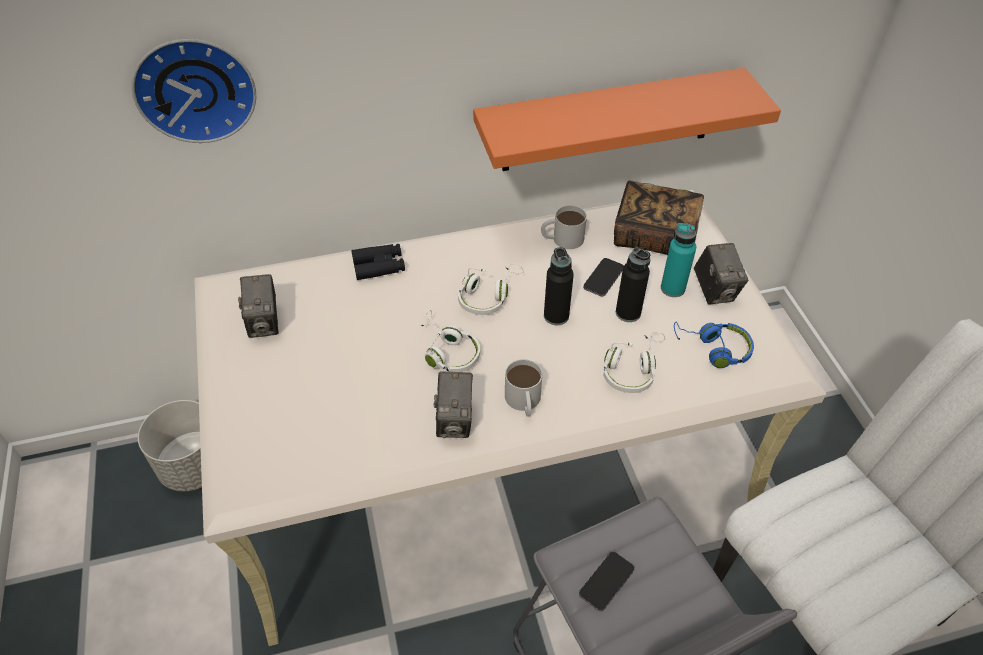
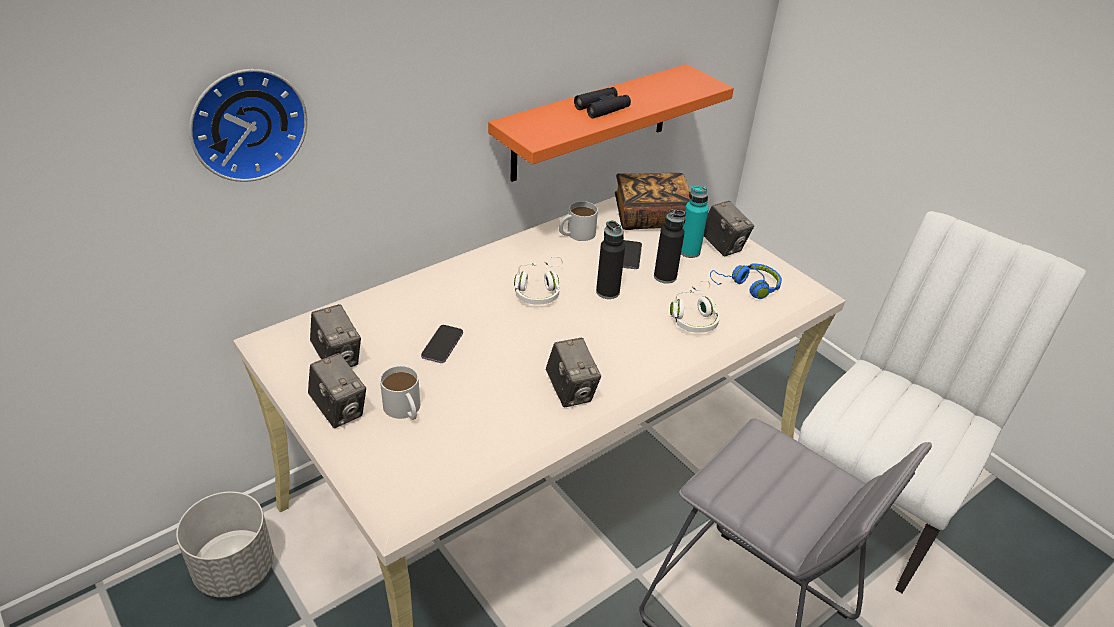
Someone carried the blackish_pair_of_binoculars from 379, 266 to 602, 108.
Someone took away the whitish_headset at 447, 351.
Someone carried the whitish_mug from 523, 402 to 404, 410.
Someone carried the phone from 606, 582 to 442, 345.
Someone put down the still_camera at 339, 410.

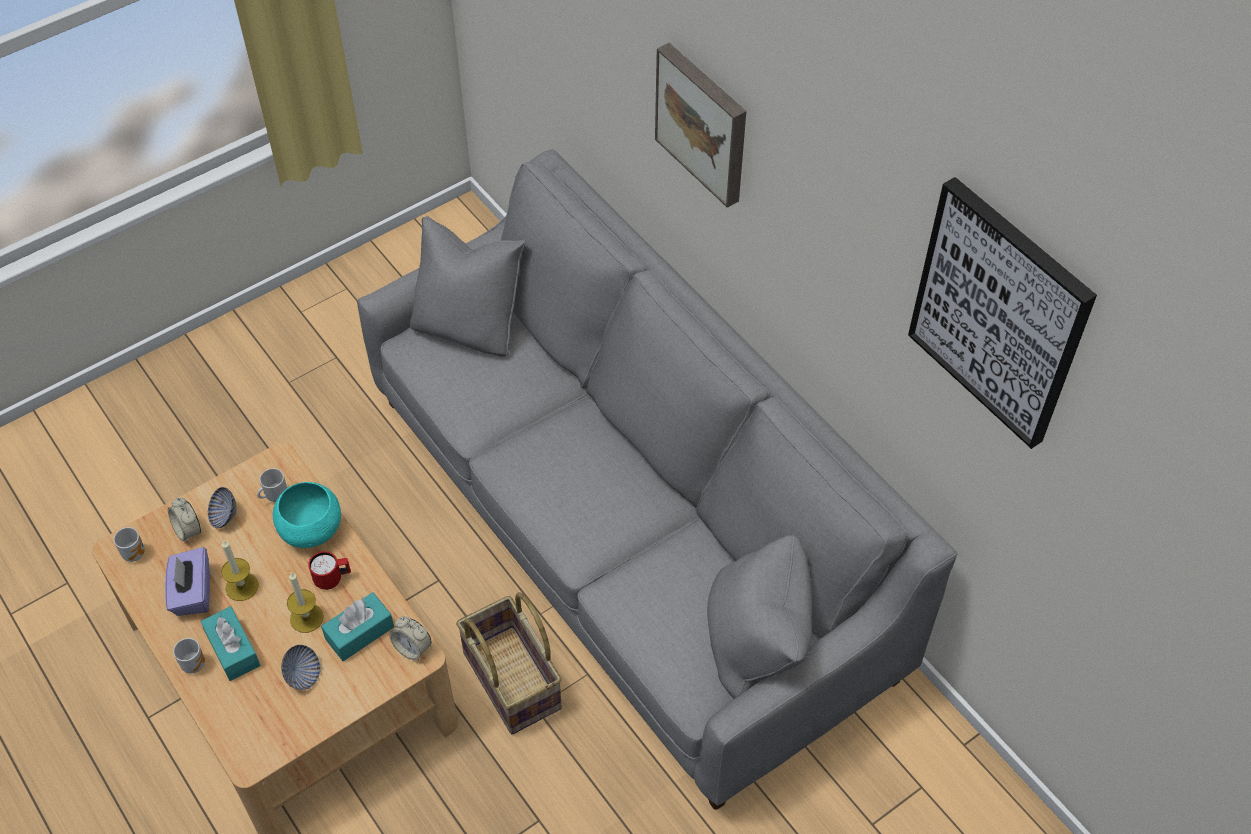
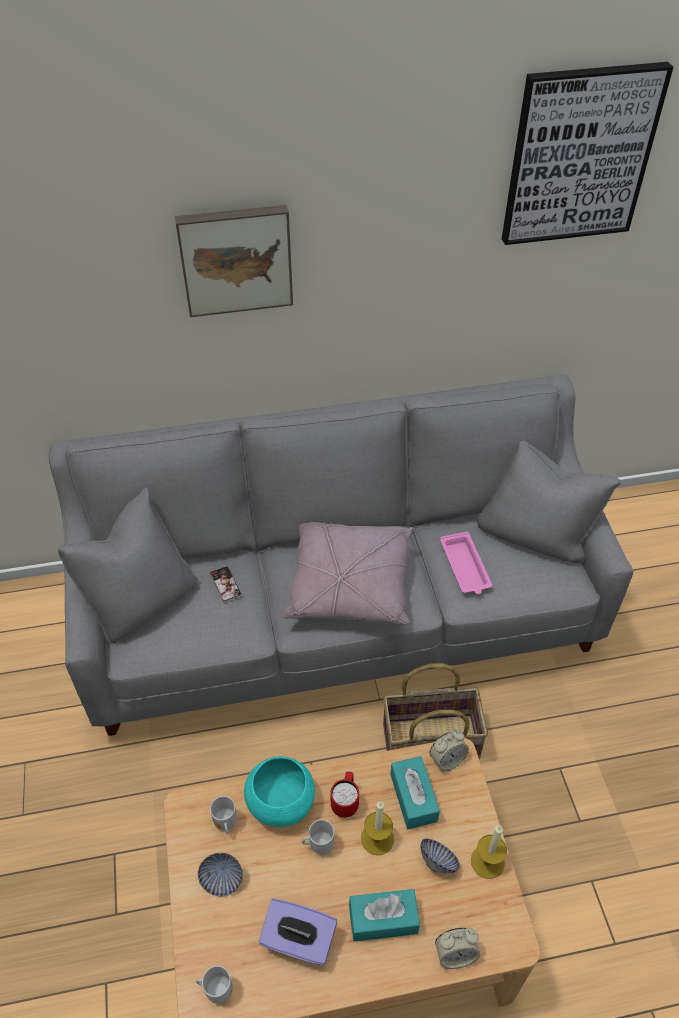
Someone carried the alarm_clock from 188, 531 to 455, 954.
Someone carried the mug from 194, 663 to 319, 844.
Someone carried the wax_candle from 242, 586 to 487, 861.
Someone put down the phone at 225, 584.
Someone put down the purple-coloured_pillow at 349, 584.
Someone put down the pink-coloured_serving_tray at 465, 567.

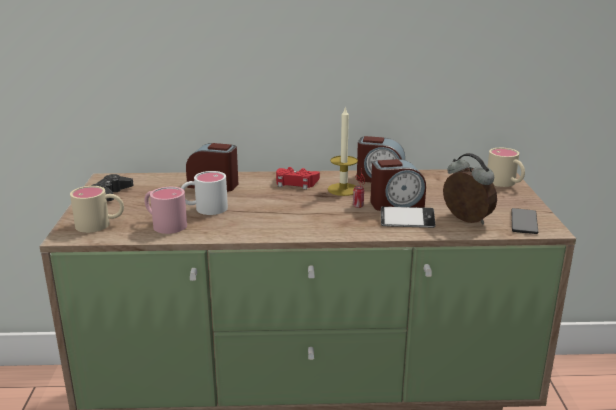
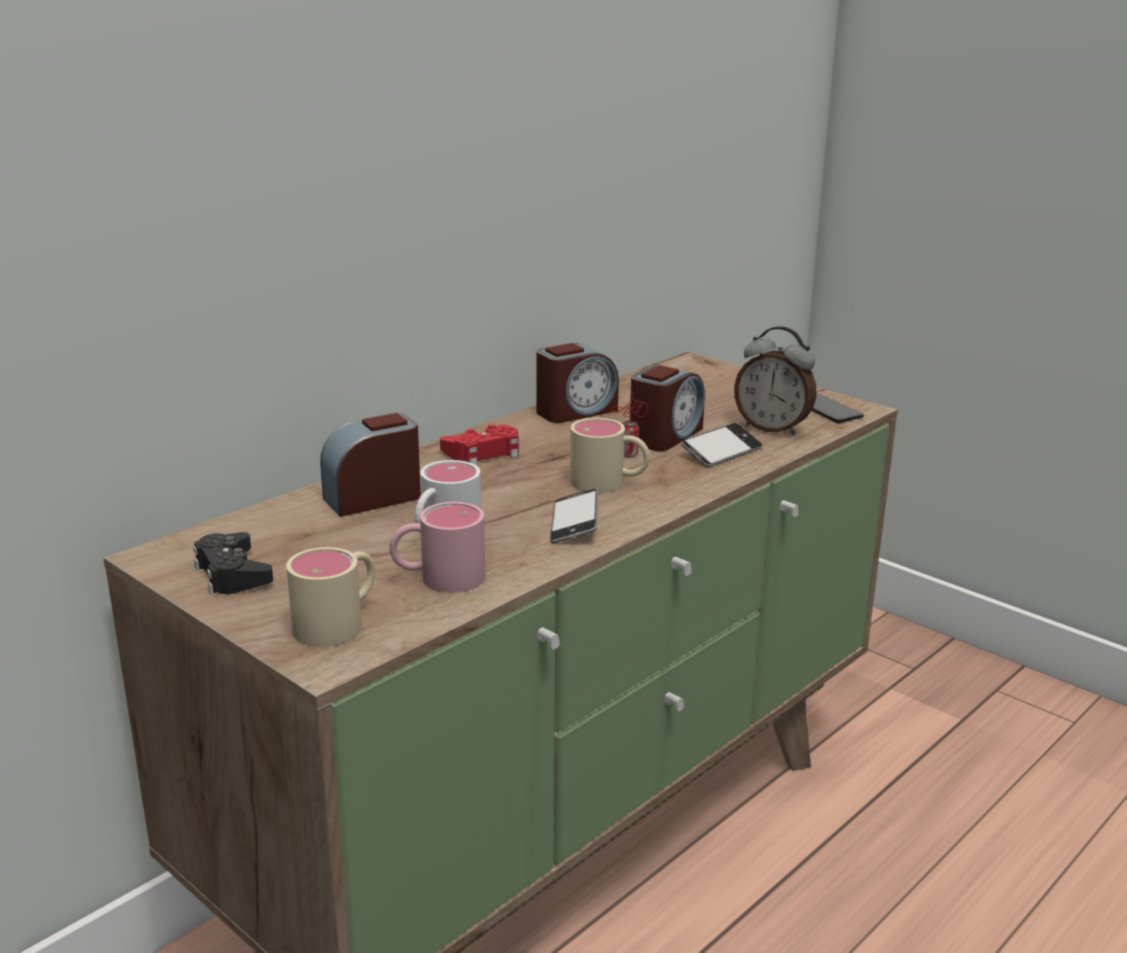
Someone took away the wax_candle at 343, 189.
Someone rotated the alarm_clock at 465, 220 by 150 degrees counterclockwise.
Someone carried the beige-coloured_mug from 505, 183 to 609, 483.
Someone put down the phone at 574, 524.

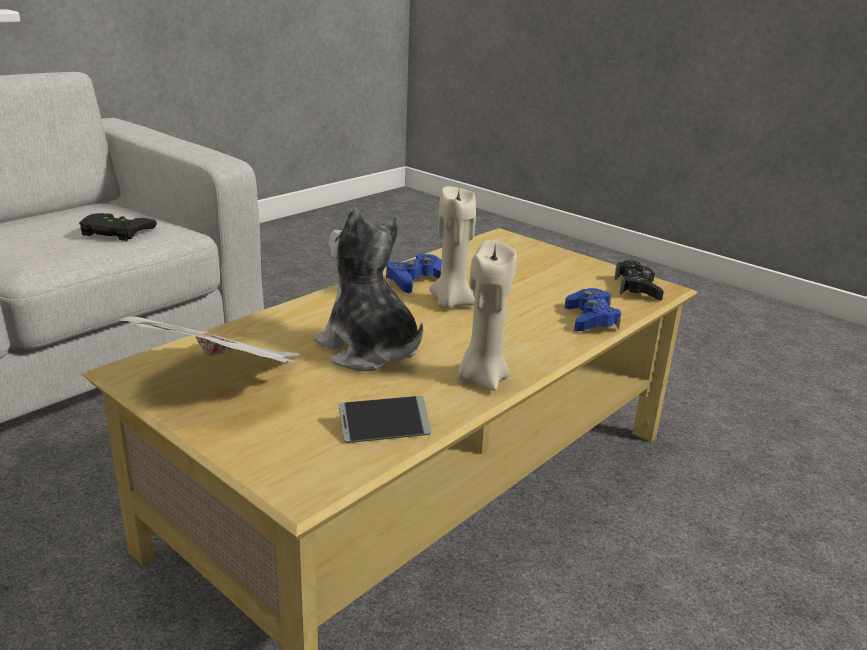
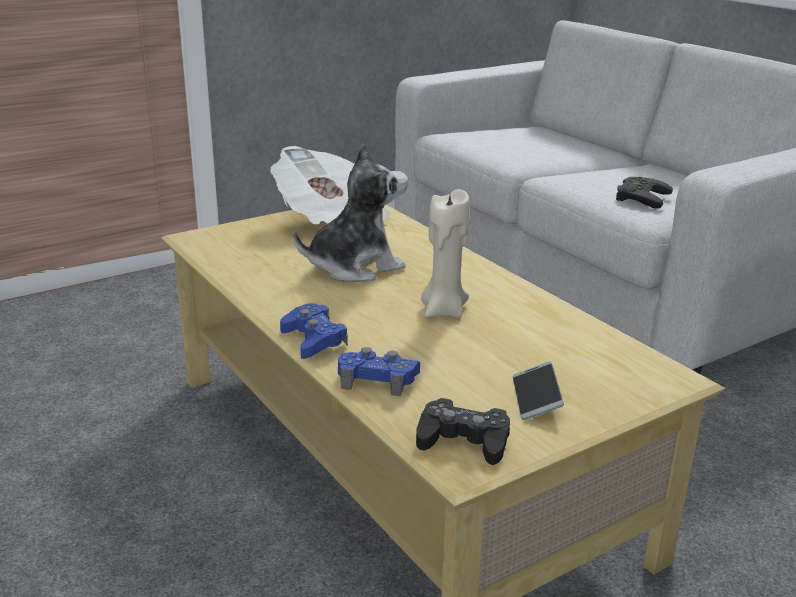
Someone carried the phone from 384, 427 to 536, 398.
Someone carried the bluish_gamepad from 416, 280 to 313, 339.
Someone took away the beige-coloured_wax_candle at 482, 378.

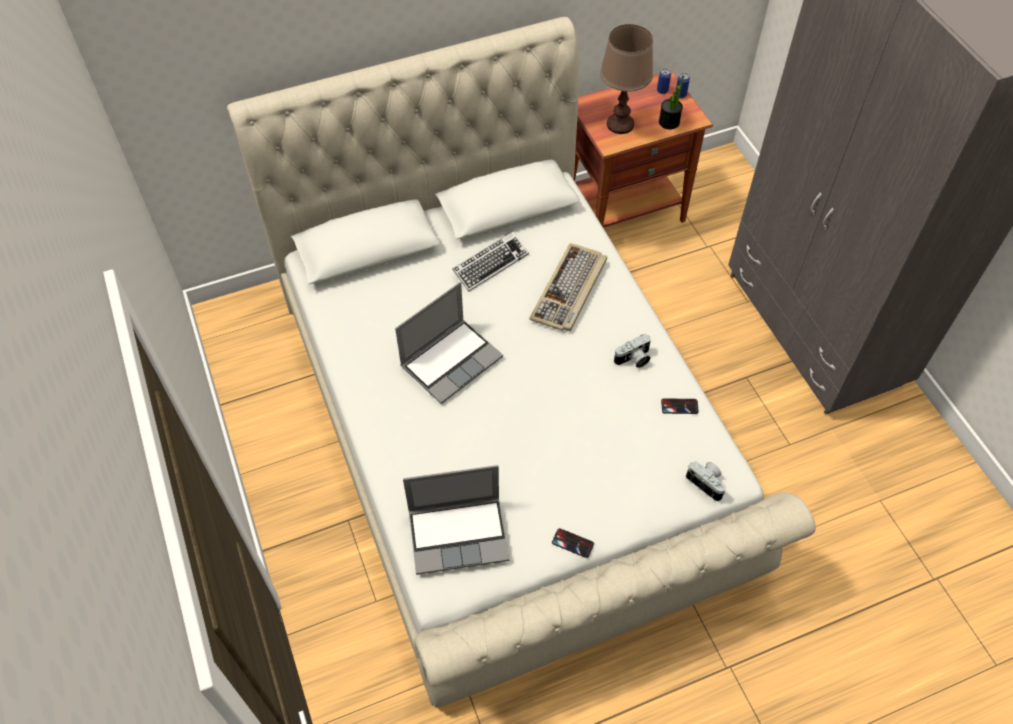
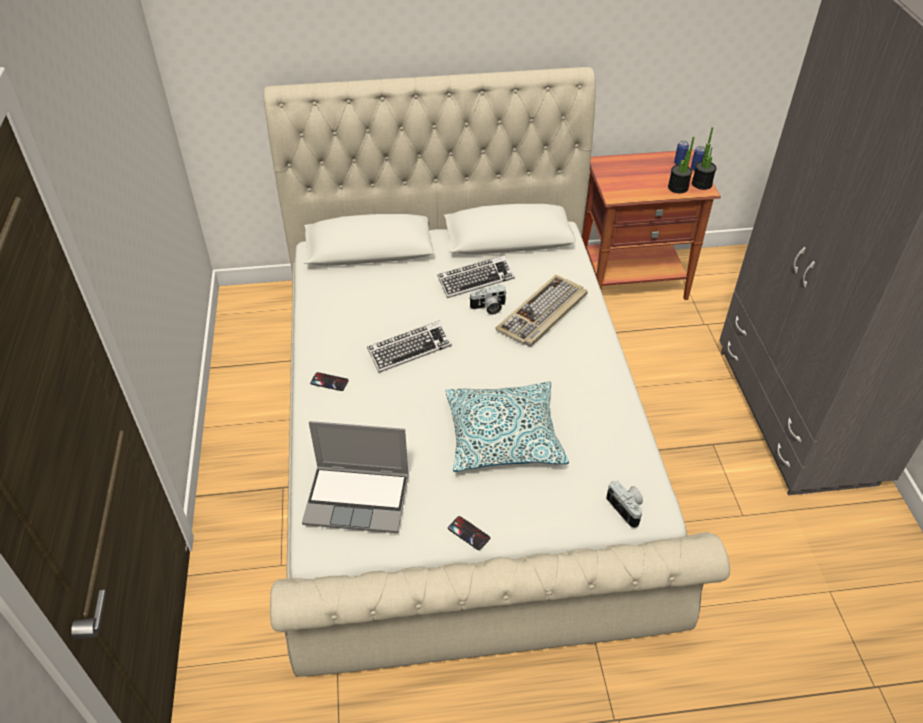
Someone swapped the portable_computer at 451, 360 for the keyboard at 409, 350.
Someone took away the brownish_lamp_for_a_table at 620, 124.
Someone carried the still_camera from 633, 359 to 488, 308.
Someone carried the phone from 679, 406 to 329, 382.
Someone put down the pillow at 504, 436.
Someone put down the plant_in_a_pot at 701, 184.

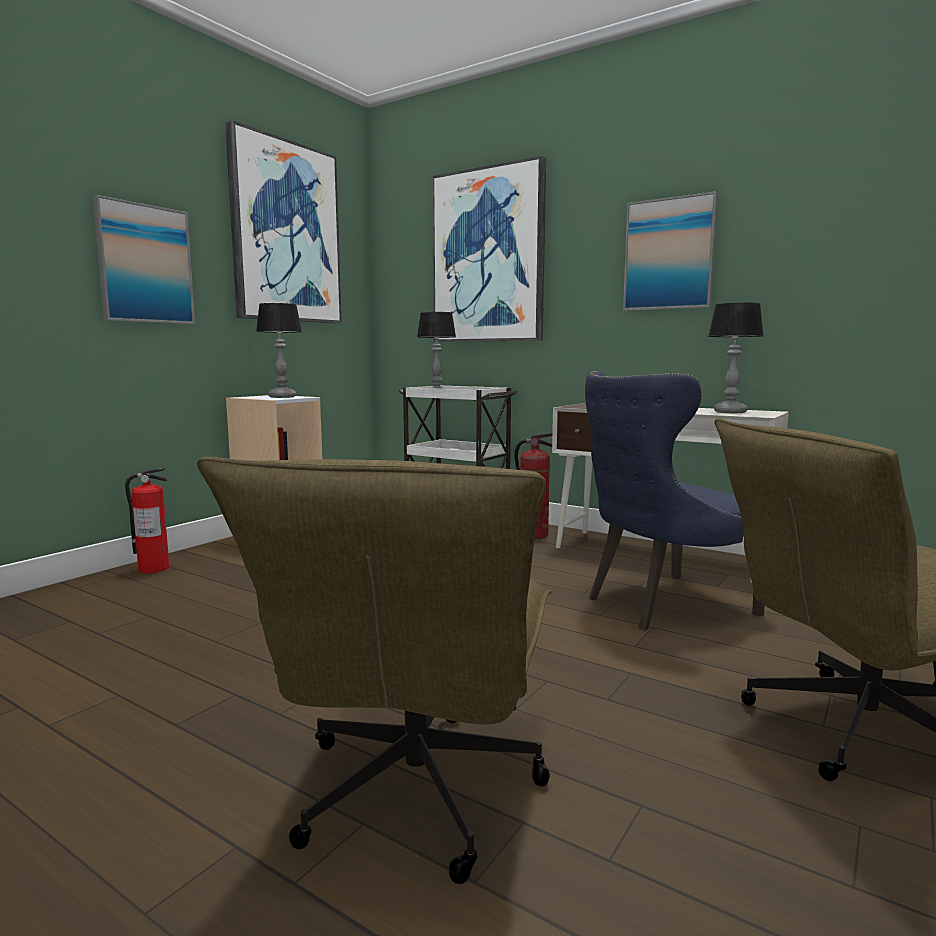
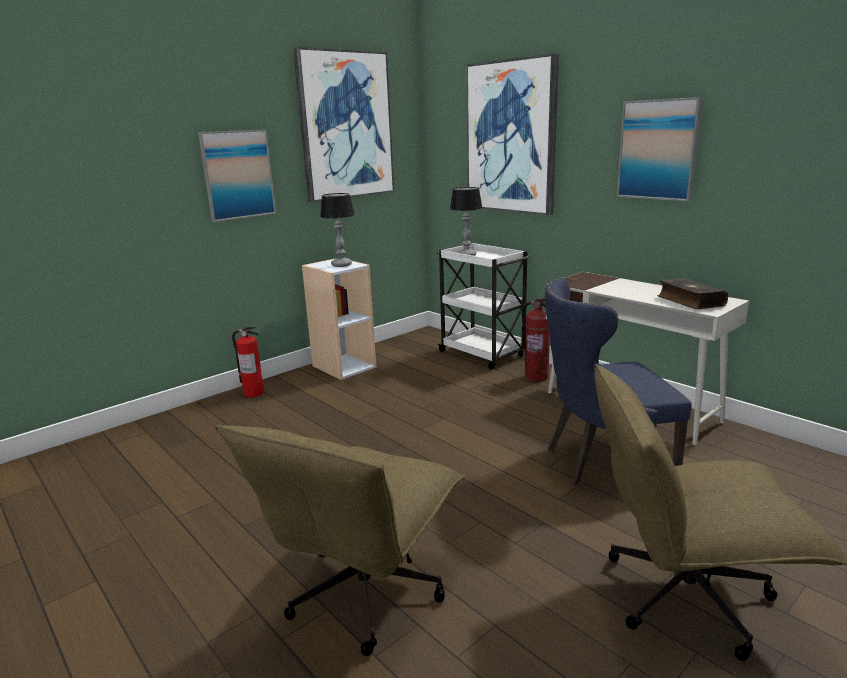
Someone swapped the lamp_for_a_table at 729, 412 for the volume at 689, 301.

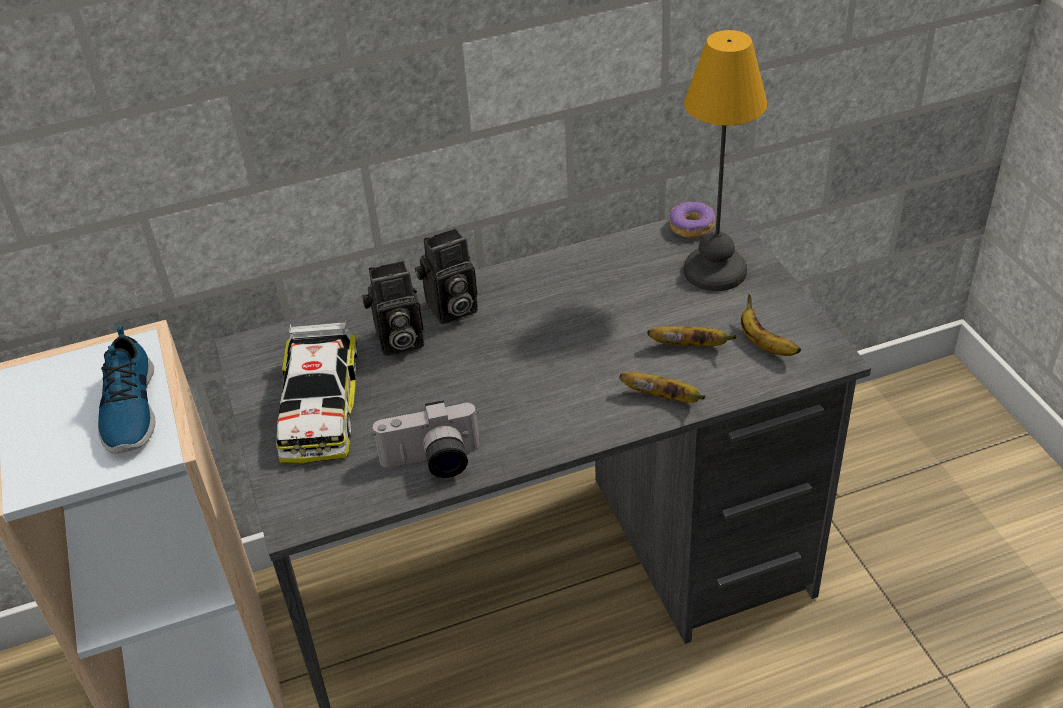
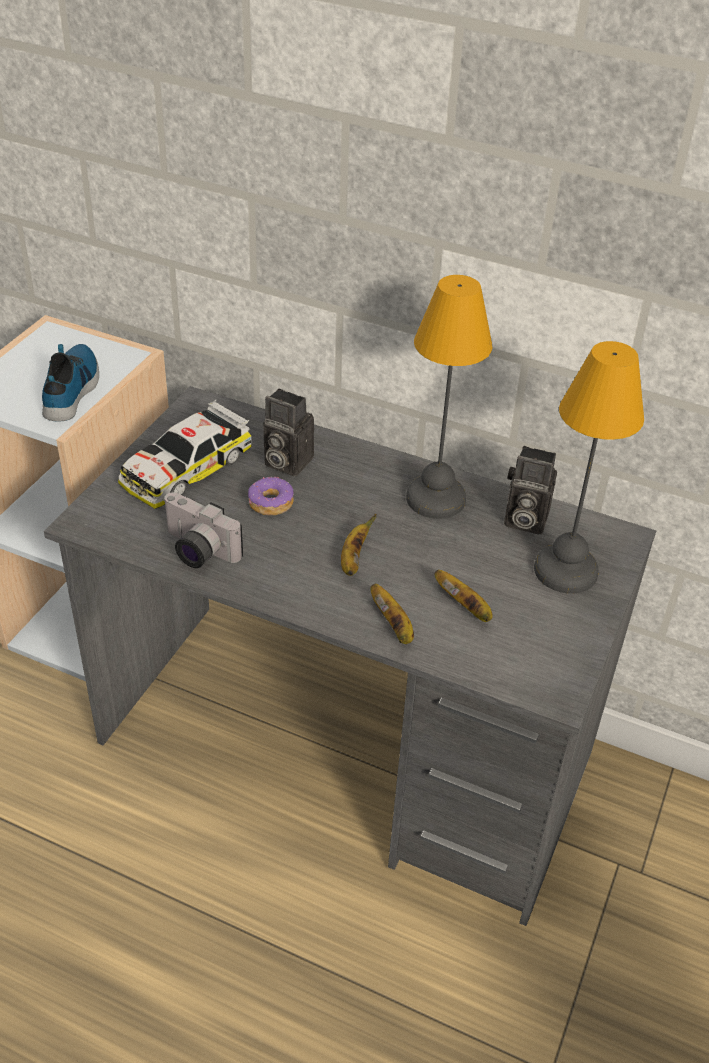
Someone rotated the shoe at 128, 409 by 150 degrees clockwise.
Someone carried the still_camera from 450, 310 to 523, 520.
Someone carried the ring_doughnut from 691, 227 to 270, 503.
Someone carried the banana from 764, 344 to 353, 558.
Someone put down the lamp_for_a_table at 435, 497.

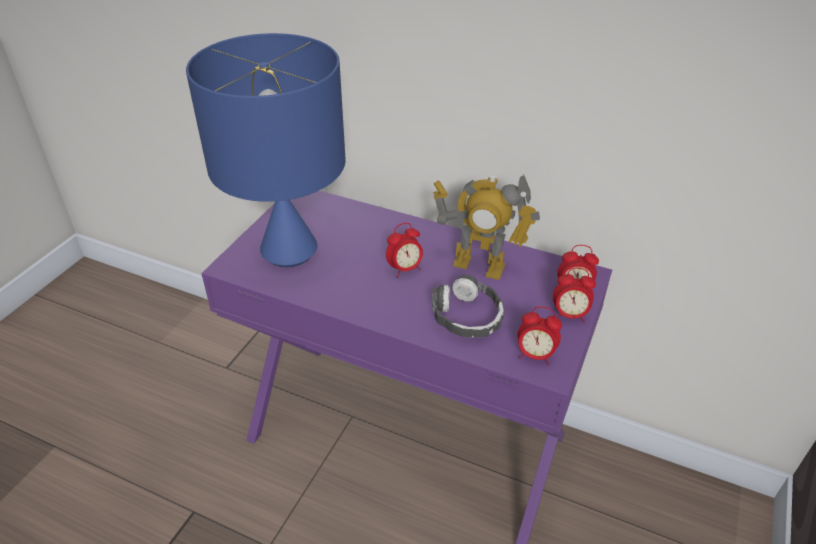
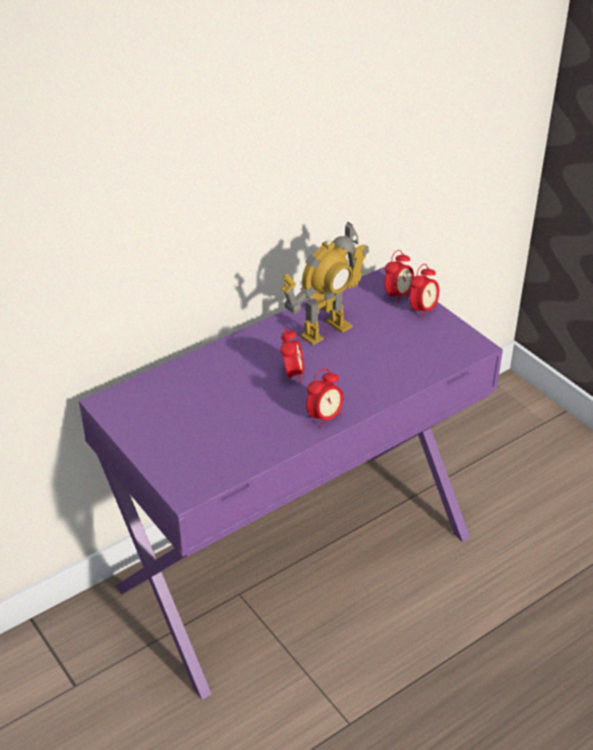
Someone took away the bluish_lamp_for_a_table at 289, 253.
Someone took away the headset at 467, 316.
Someone carried the alarm_clock from 535, 355 to 324, 417.

